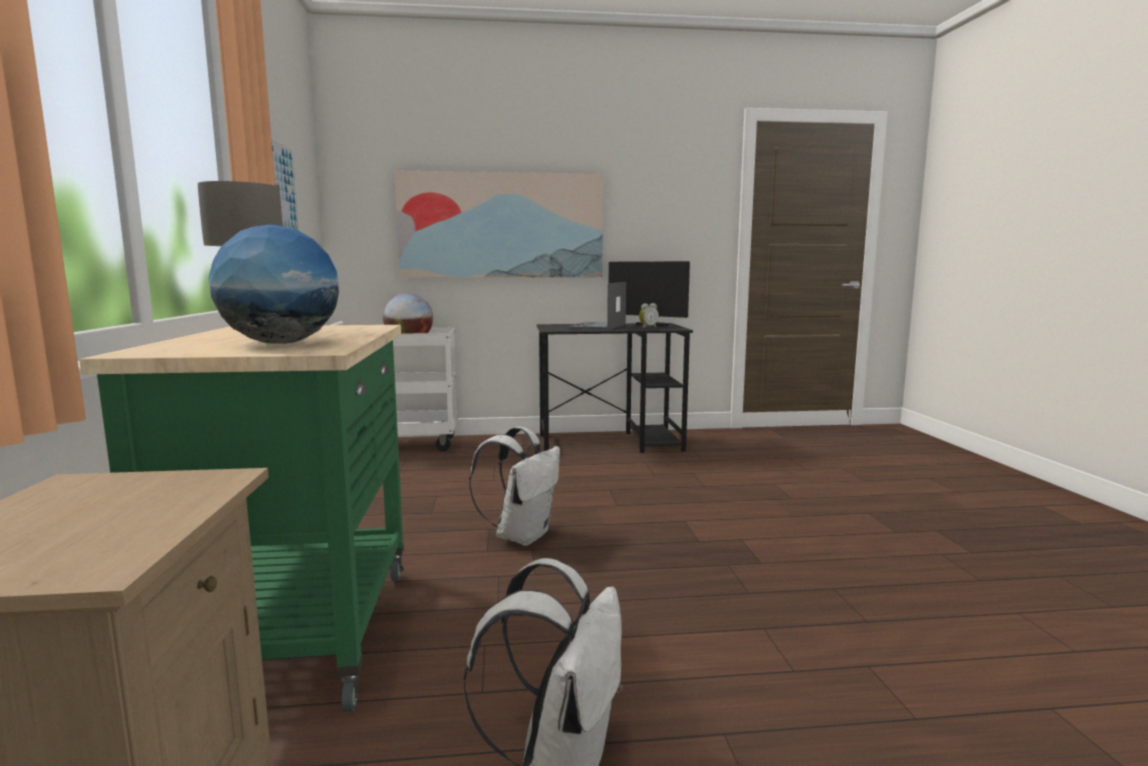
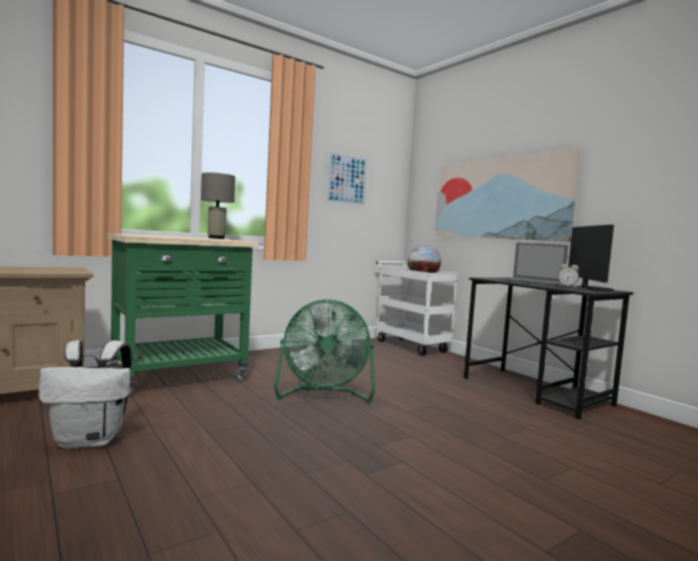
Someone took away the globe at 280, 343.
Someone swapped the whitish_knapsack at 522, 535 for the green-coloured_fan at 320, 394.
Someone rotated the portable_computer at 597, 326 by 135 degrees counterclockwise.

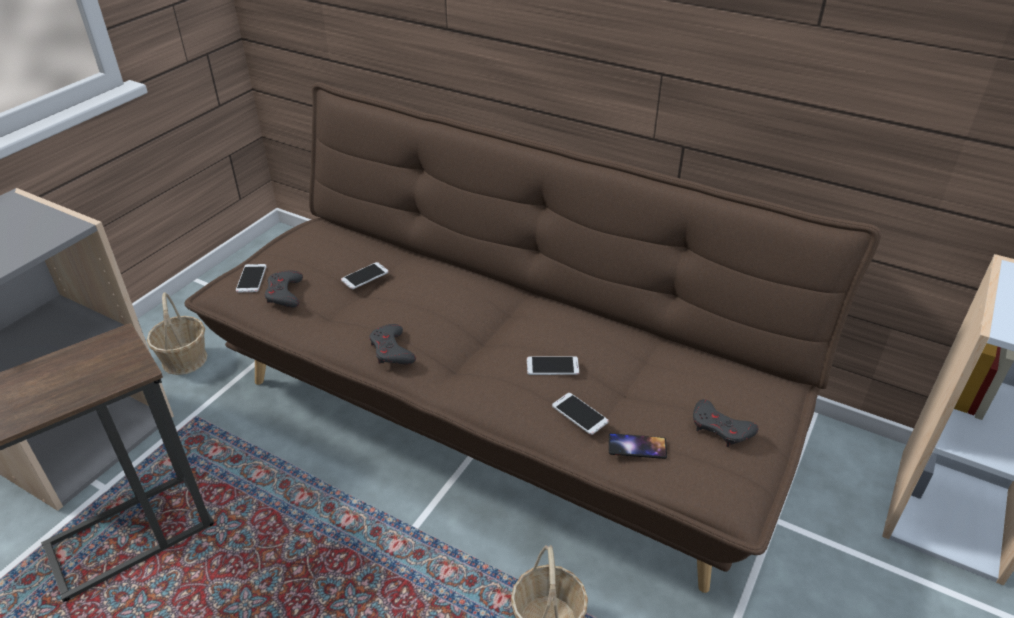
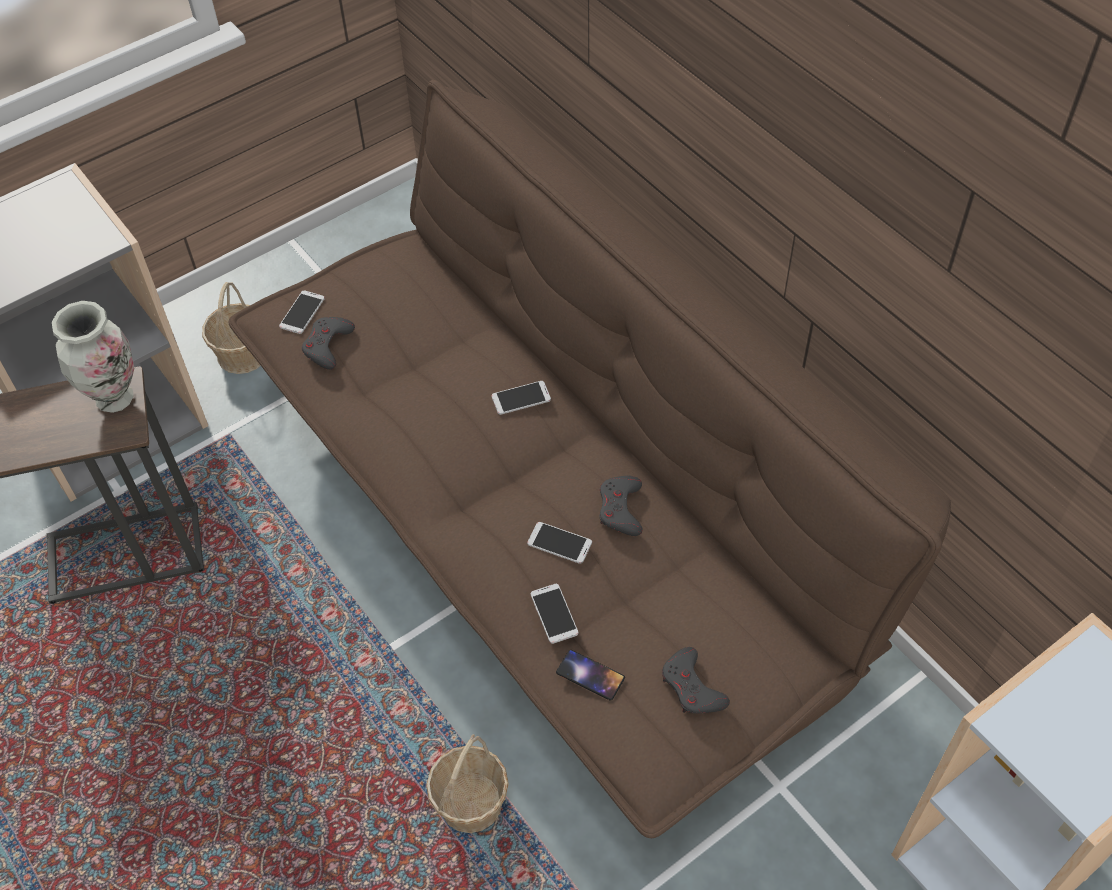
Someone carried the phone from 365, 276 to 521, 398.
Someone carried the gray_gamepad from 391, 350 to 620, 509.
Someone put down the flower_vase at 115, 398.

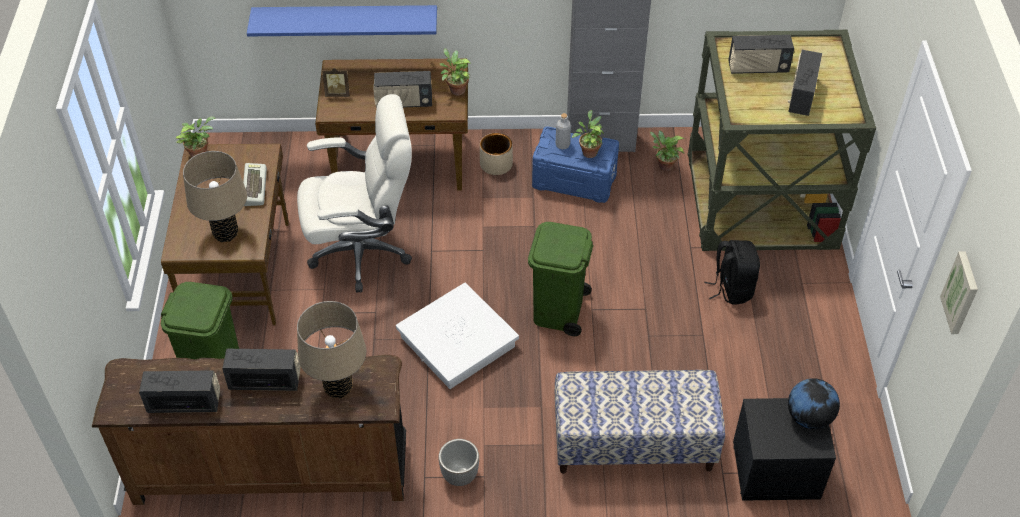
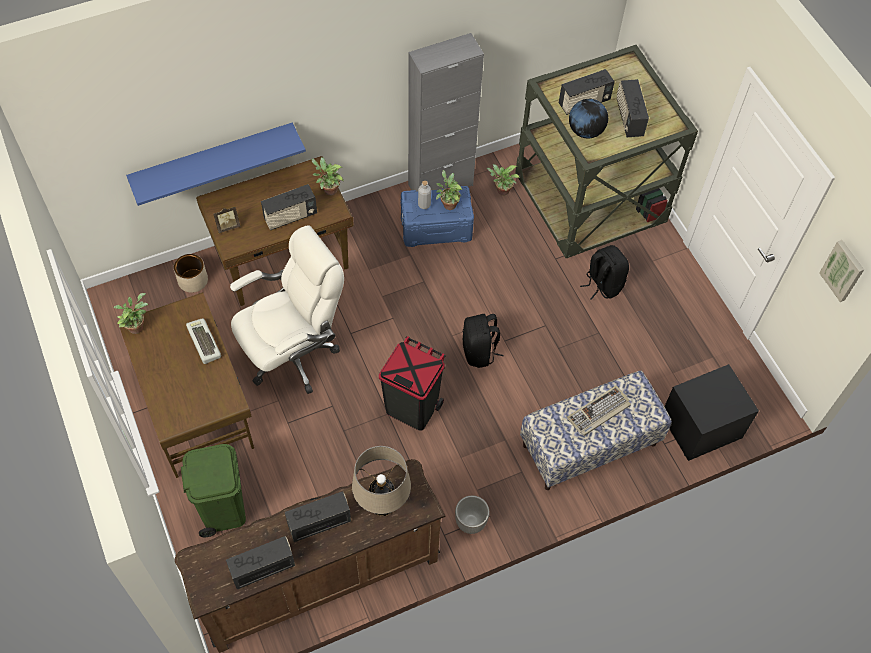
Someone took away the beige-coloured_lamp_for_a_table at 226, 233.
Someone swapped the whitish_storage_box at 457, 341 for the blackish_waste_bin at 412, 407.
Someone carried the beige-coloured_plant_pot from 496, 164 to 193, 281.
Someone swapped the green-coloured_waste_bin at 558, 311 for the blackish_knapsack at 479, 352.
Someone carried the globe from 809, 417 to 585, 131.
Someone put down the keyboard at 599, 412.

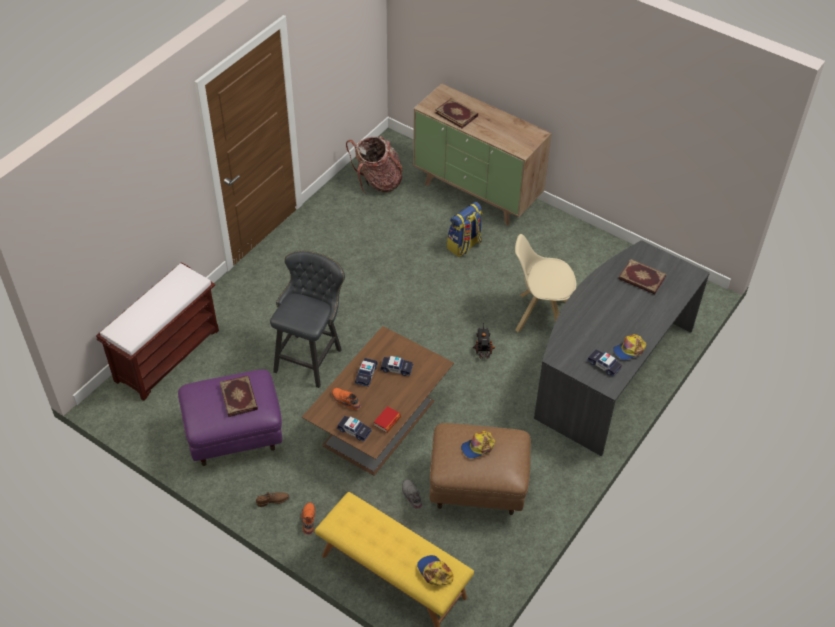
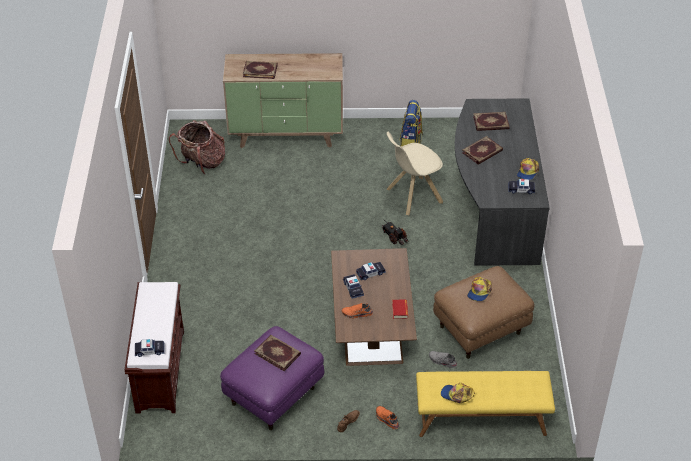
Someone took away the gray_stool_seat at 311, 354.
Someone carried the miniature_car from 354, 430 to 149, 350.
Someone carried the baseball_cap from 434, 572 to 456, 395.
Someone carried the knapsack from 464, 246 to 411, 142.
Someone put down the volume at 482, 152.

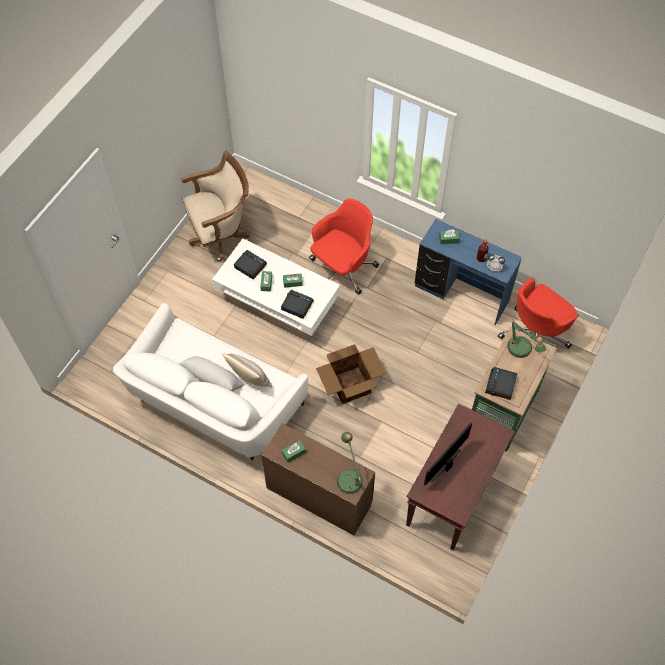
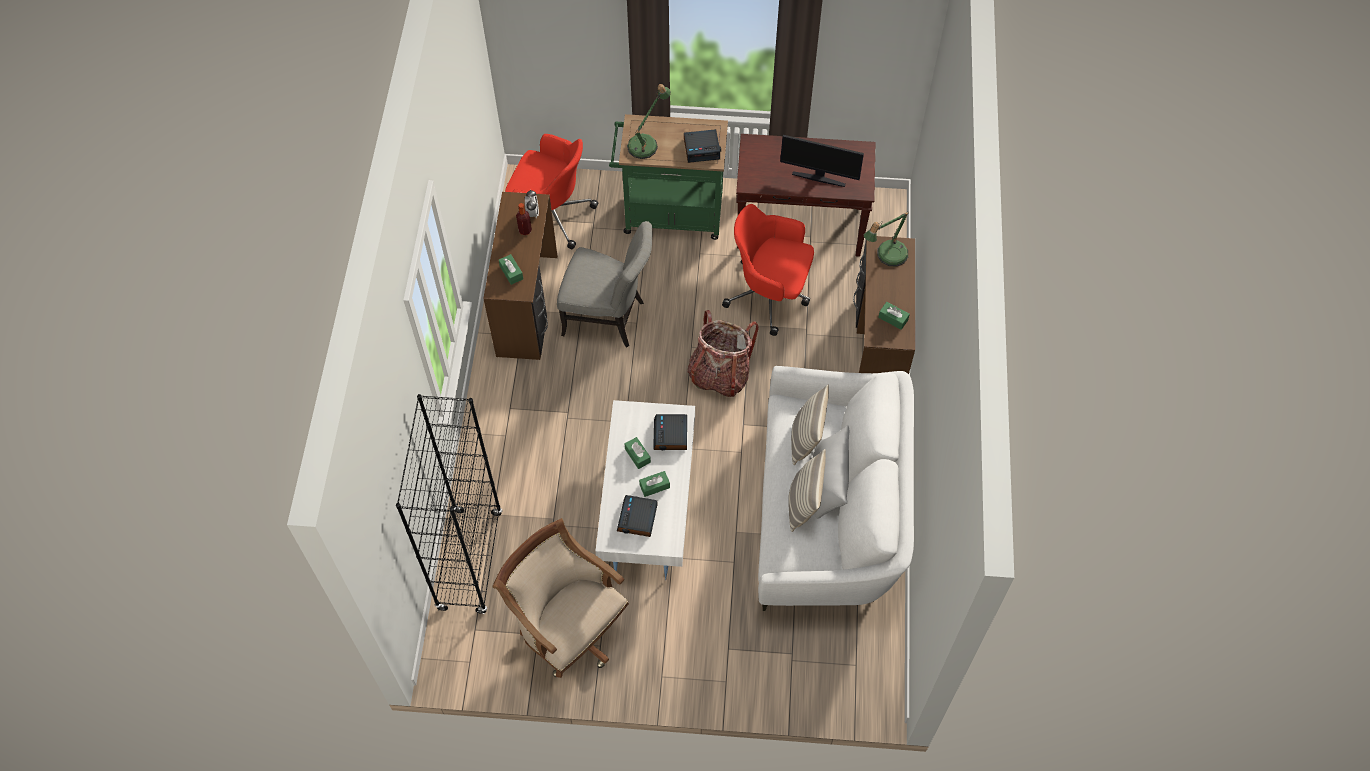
Someone carried the red_computer_chair from 342, 269 to 770, 295.
Someone swapped the packing_box at 351, 385 for the knapsack at 720, 374.
Someone repainted the bluish_desk at 461, 294, which became the brownish_desk at 528, 305.
Someone put down the blackish_shelving_unit at 470, 561.
Someone put down the gray_chair at 609, 318.
Someone put down the pillow at 803, 503.

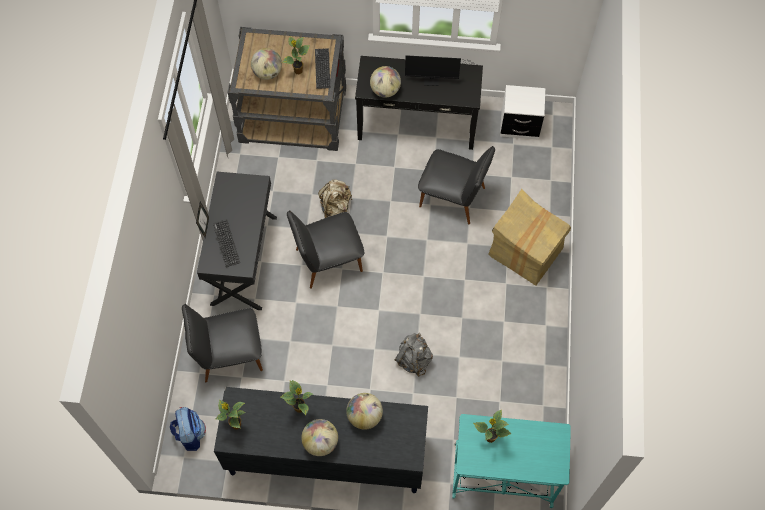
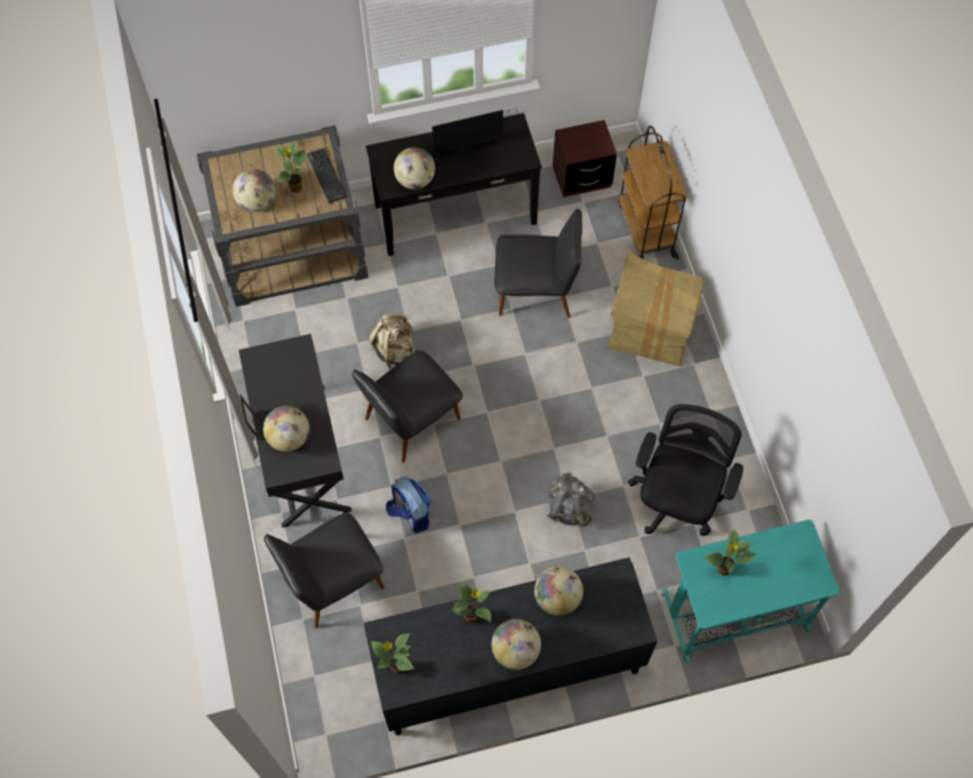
Someone carried the knapsack from 190, 434 to 410, 513.
Someone swapped the keyboard at 226, 243 for the globe at 289, 437.
Someone repainted the whitish_bedside_table at 519, 125, which became the brownish_bedside_table at 581, 177.
Someone put down the brownish_cart at 646, 228.
Someone put down the blackish_computer_chair at 675, 504.

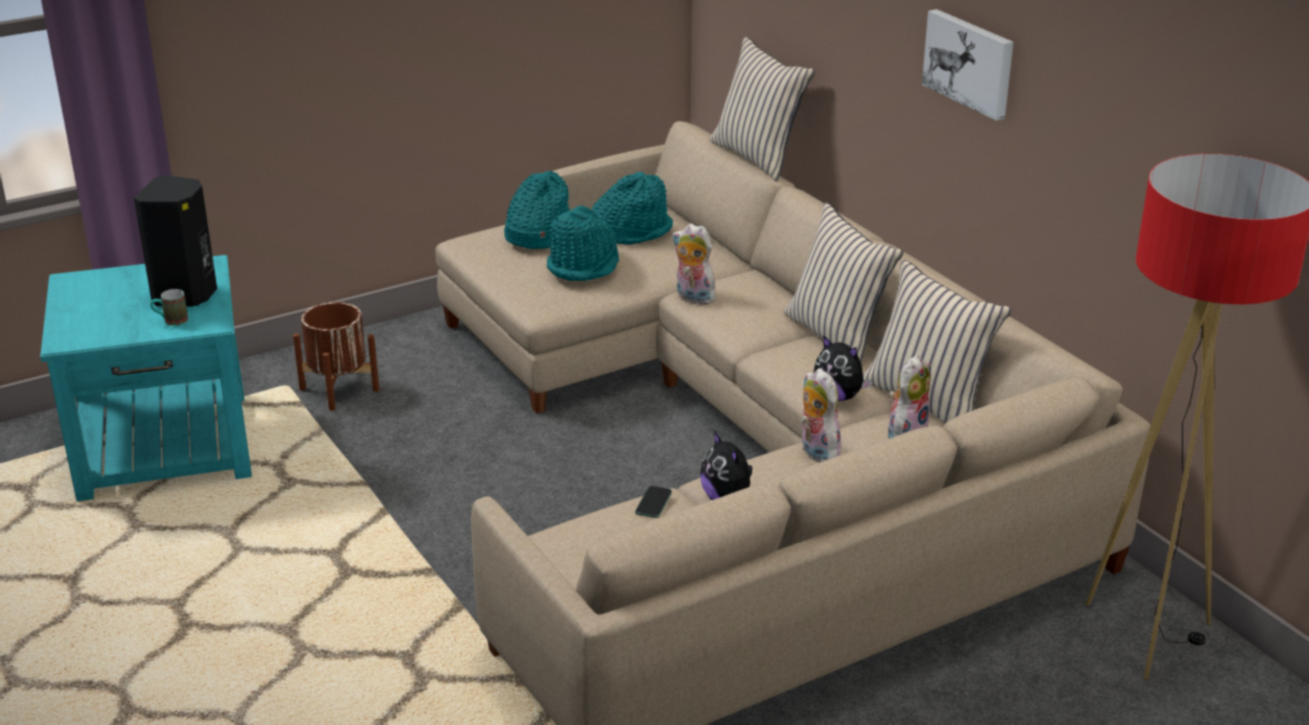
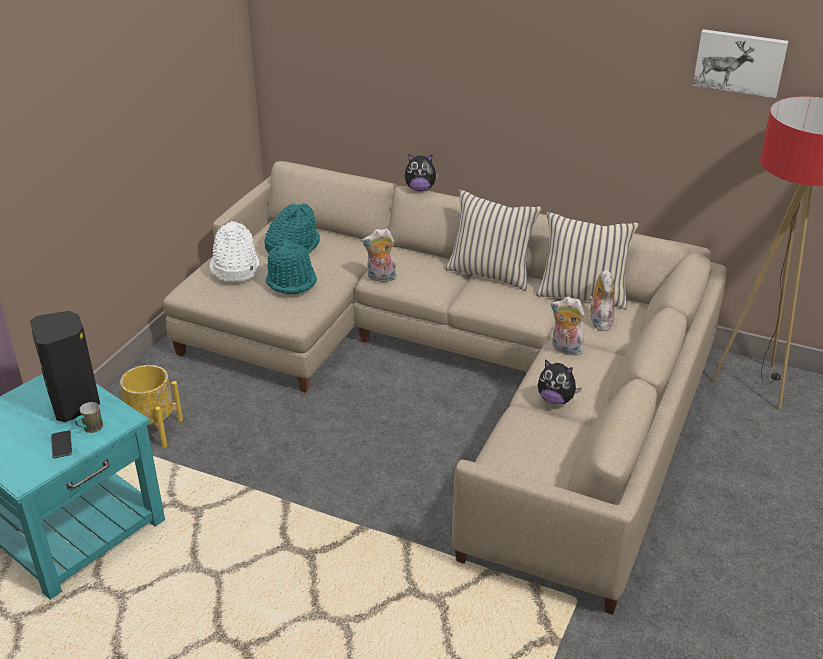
Someone repainted the brownish_plant_pot at 339, 389, which became the yellow_plant_pot at 153, 430.
Someone repainted the blue-green_clothing_hat at 538, 234, which became the whitish_clothing_hat at 234, 269.
Someone carried the phone from 653, 503 to 61, 445.
Someone took away the beige-coloured_pillow at 758, 157.
Someone carried the soft_toy from 839, 396 to 420, 189.
Someone carried the wall_picture from 970, 63 to 740, 62.

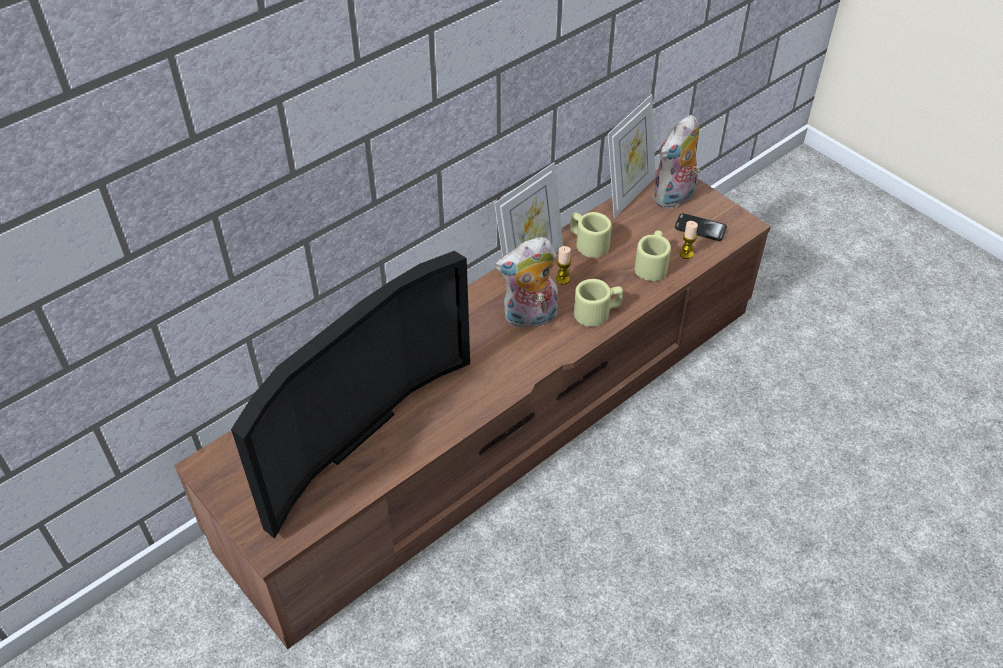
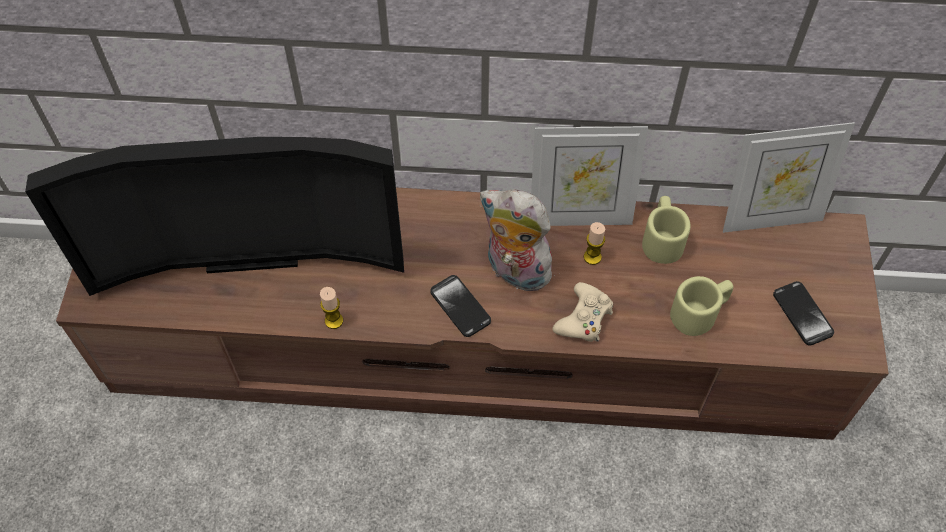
Someone swapped the beige-coloured_mug at 597, 313 for the beige-coloured_gamepad at 584, 318.
Someone took away the soft_toy at 674, 198.
Someone carried the wax_candle from 686, 254 to 334, 320.
Someone put down the phone at 460, 306.

